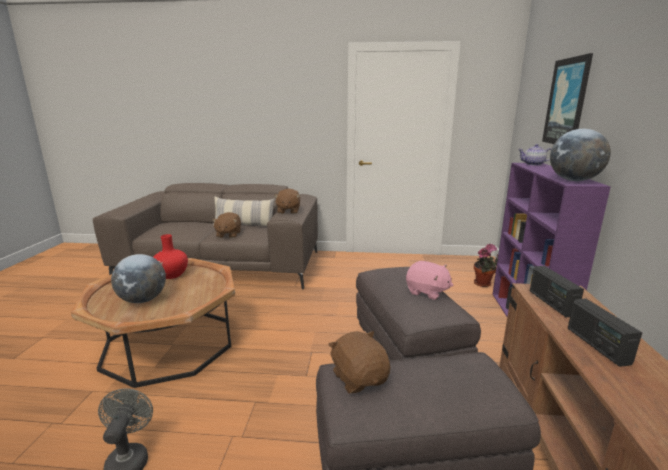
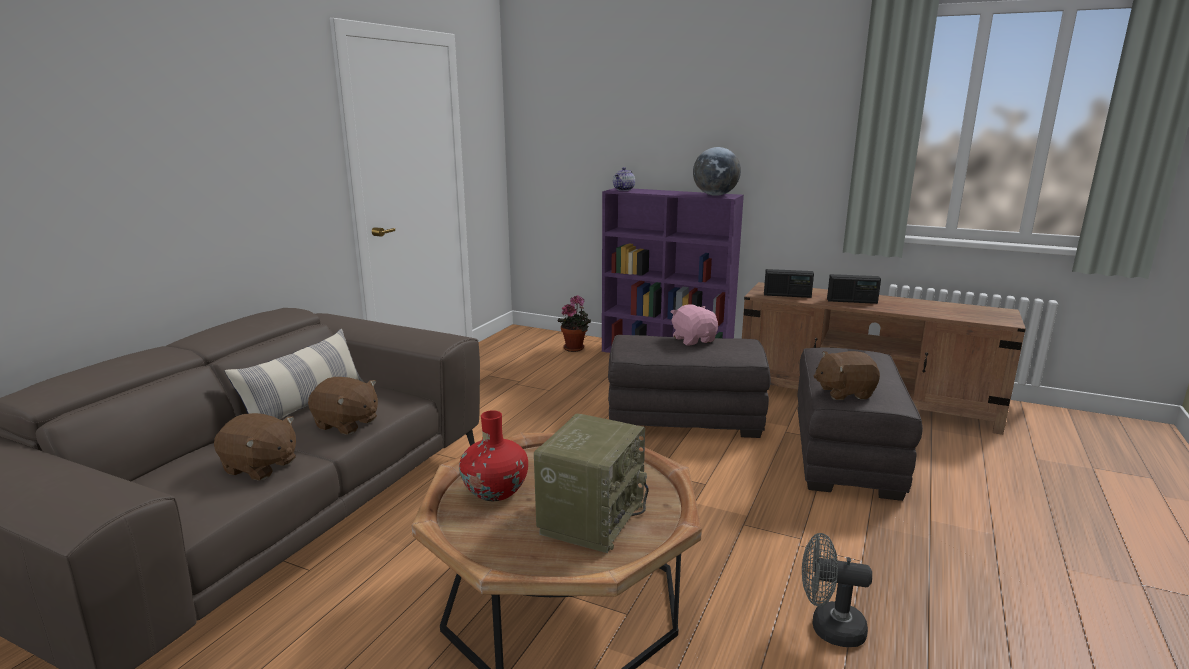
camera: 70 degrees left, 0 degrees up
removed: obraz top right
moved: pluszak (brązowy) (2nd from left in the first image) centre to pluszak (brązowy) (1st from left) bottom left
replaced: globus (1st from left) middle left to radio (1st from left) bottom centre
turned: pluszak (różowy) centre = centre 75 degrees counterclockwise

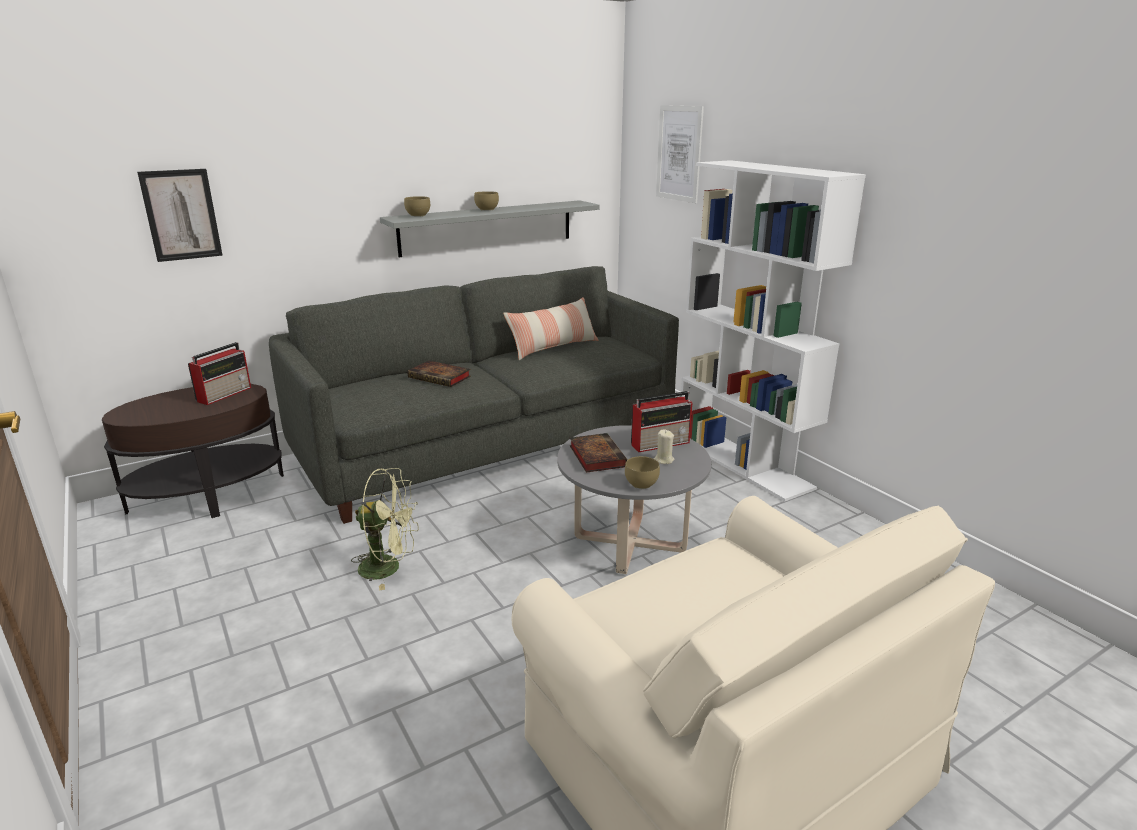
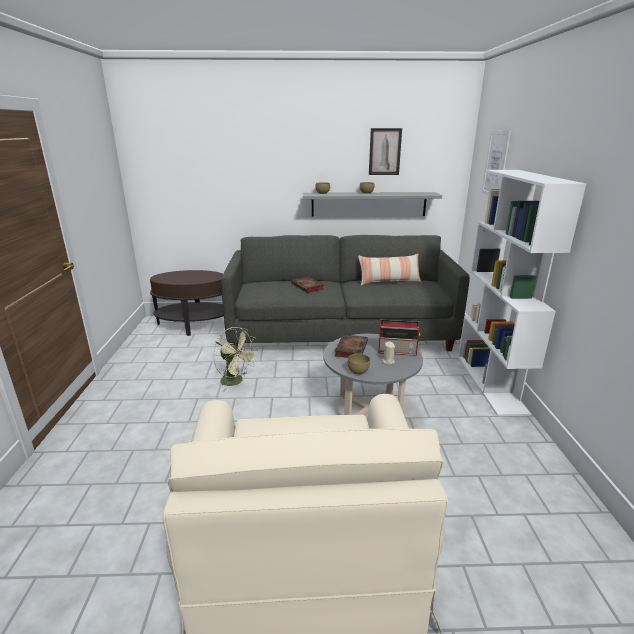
camera: 30 degrees right, 0 degrees up
removed: radio (1st from left) middle left
moved: obraz (1st from left) top left to top centre

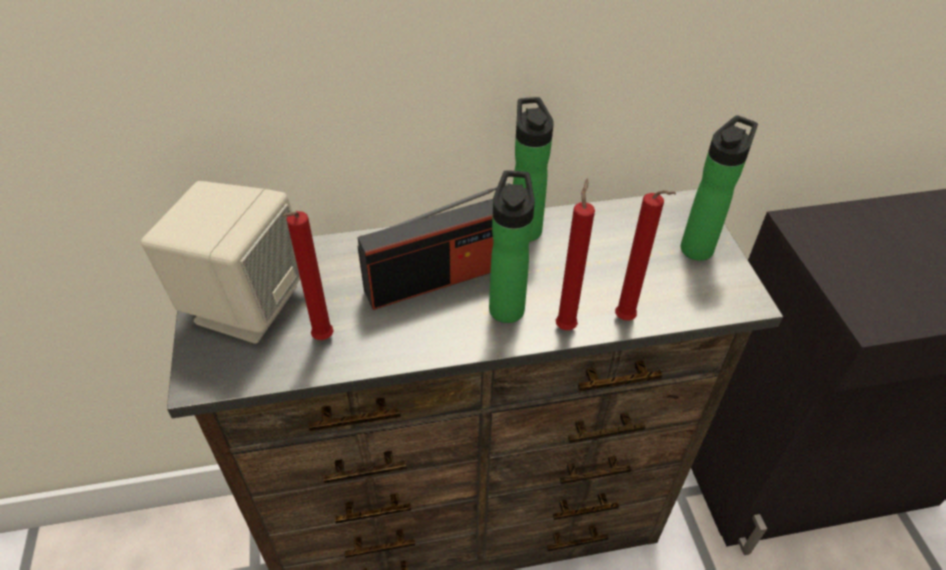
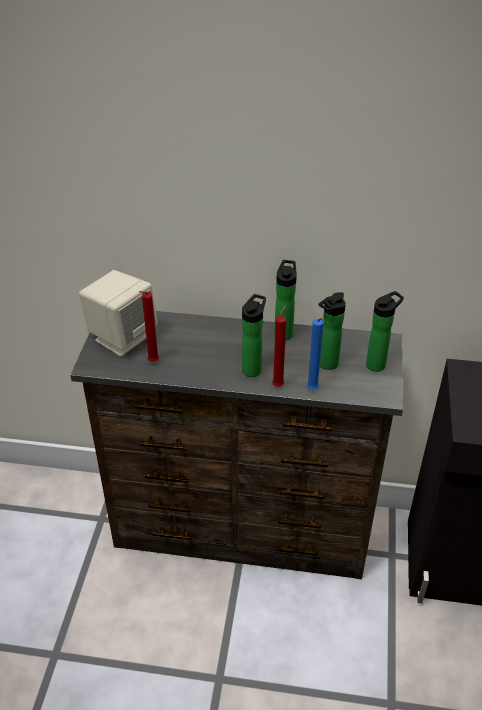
camera: 20 degrees right, 5 degrees down
removed: radio centre
added: butelka (3rd from left) middle right
recoloured: świeca (czerwony) (3rd from left) middle right to świeca (niebieski) centre

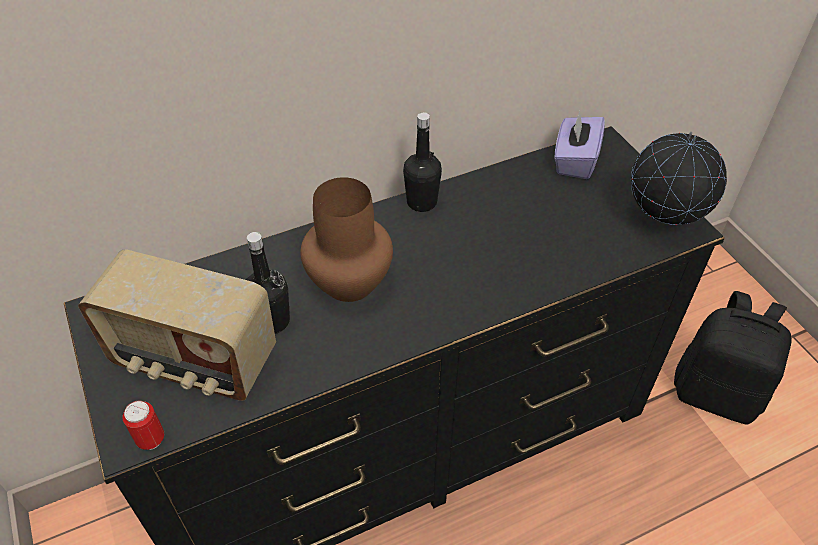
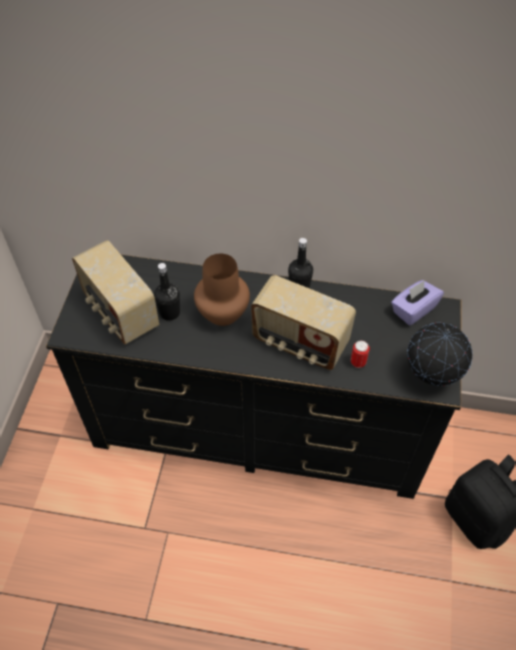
camera: 35 degrees right, 5 degrees up
added: radio (2nd from left) centre
moved: puszka bottom left to middle right

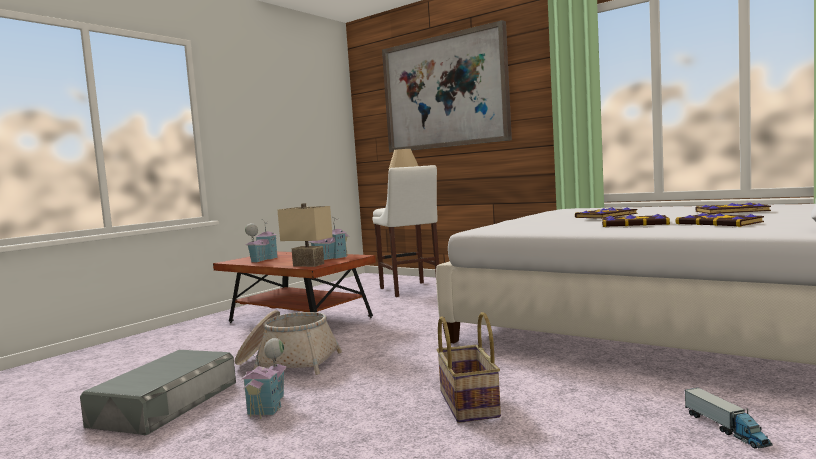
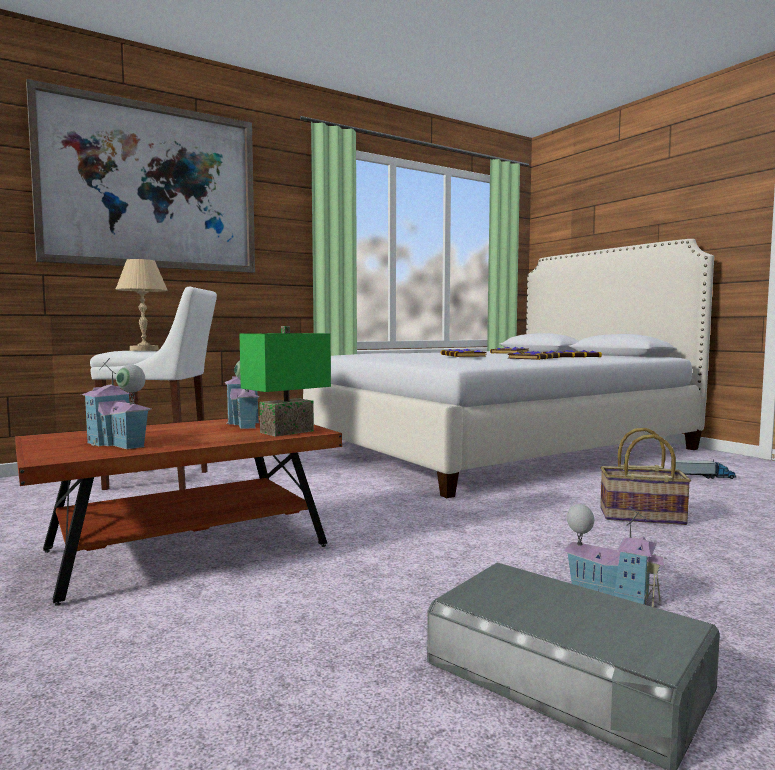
camera: 70 degrees left, 0 degrees up
removed: koszyk (1st from left) bottom centre
recoloured: lampa stołowa (beżowy) (1st from left) centre to lampa stołowa (zielony) centre

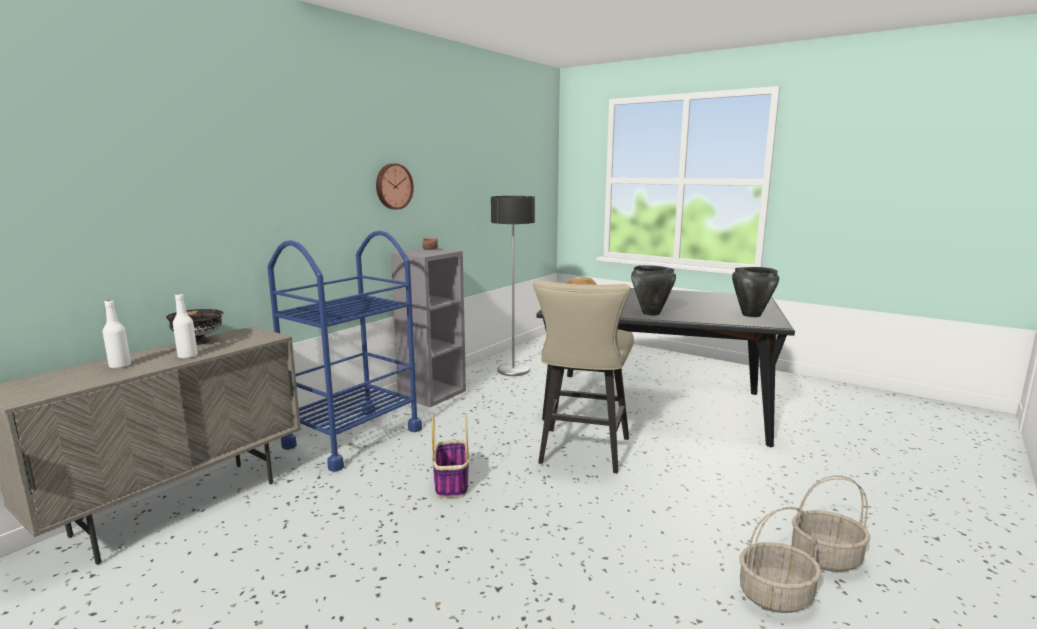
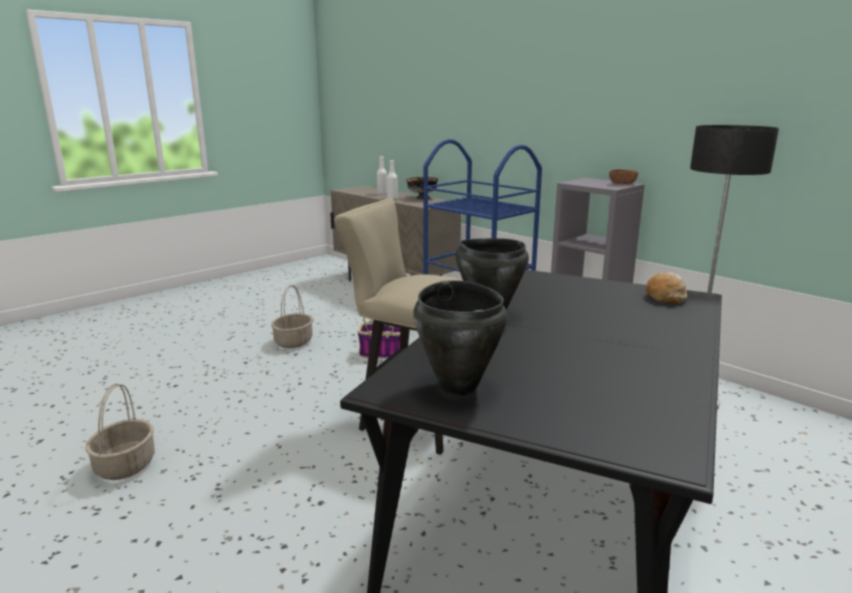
camera: 100 degrees right, 5 degrees up
removed: zegar ścienny top centre
moved: koszyk (3rd from left in the first image) bottom right to koszyk (2nd from left) centre

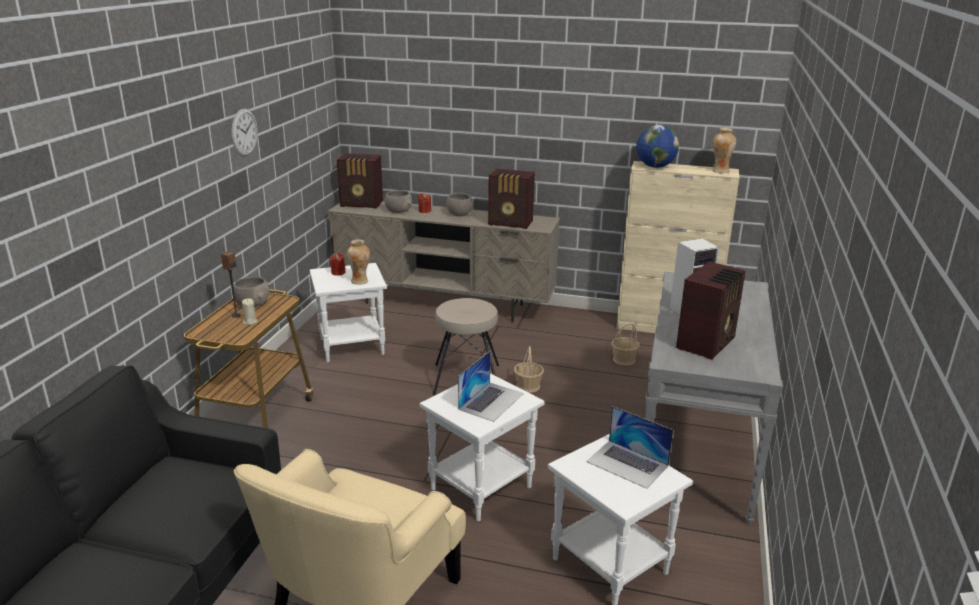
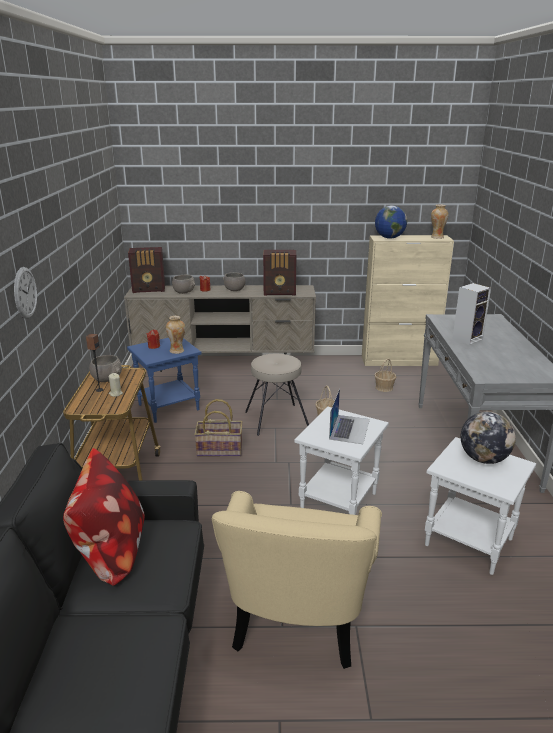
camera: 15 degrees left, 0 degrees up
removed: radio (3rd from left) middle right
added: poduszka bottom left; koszyk (1st from left) centre
moved: zegar ścienny top left to middle left
replaced: laptop (2nd from left) bottom centre to globus (2nd from left) middle right
recoloured: stolik (biały) (1st from left) centre to stolik (niebieski) middle left

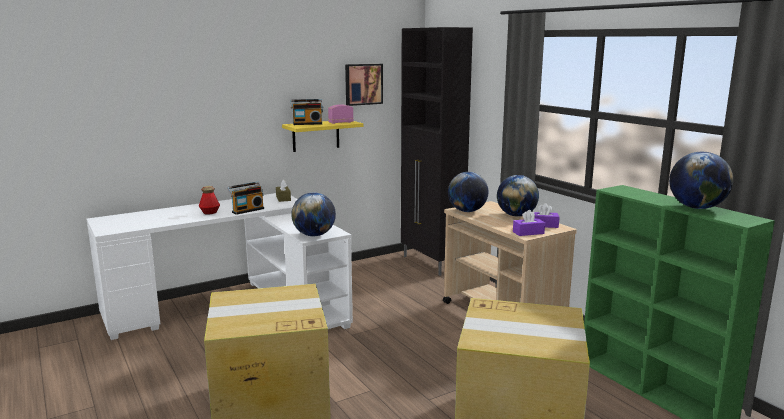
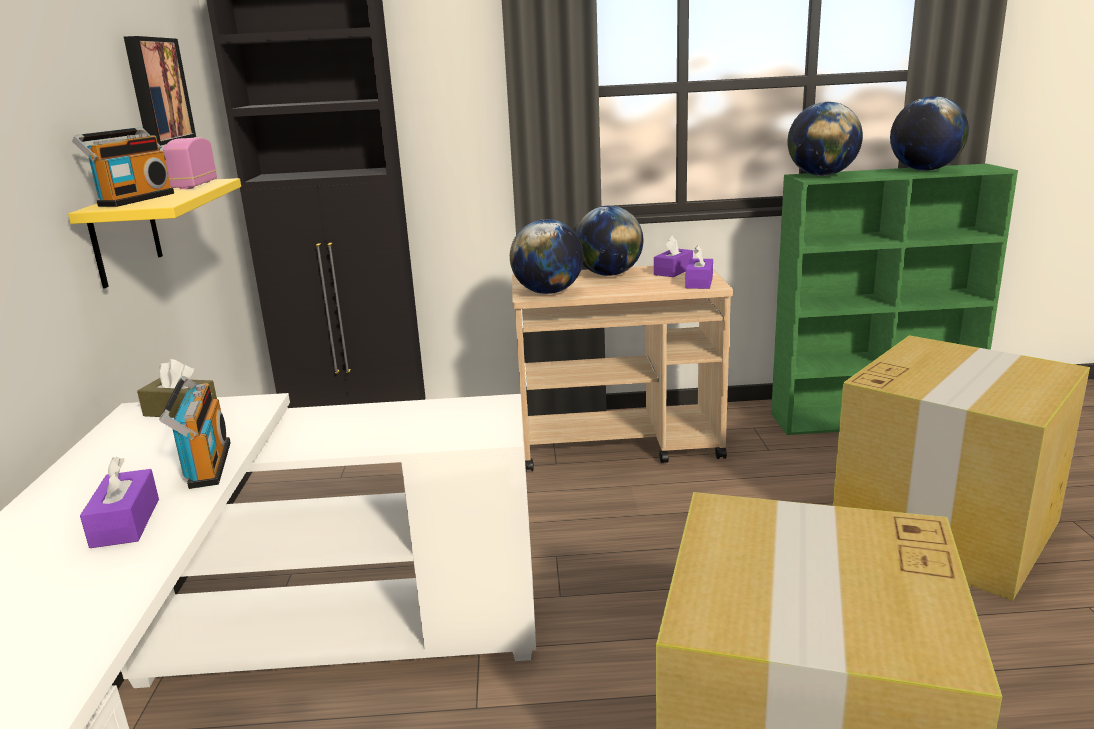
camera: 60 degrees left, 5 degrees up
moved: globus (1st from left in the first image) centre to globus (3rd from left) top right
replaced: butelka middle left to pudełko chusteczek (fioletowy) (1st from left) bottom left

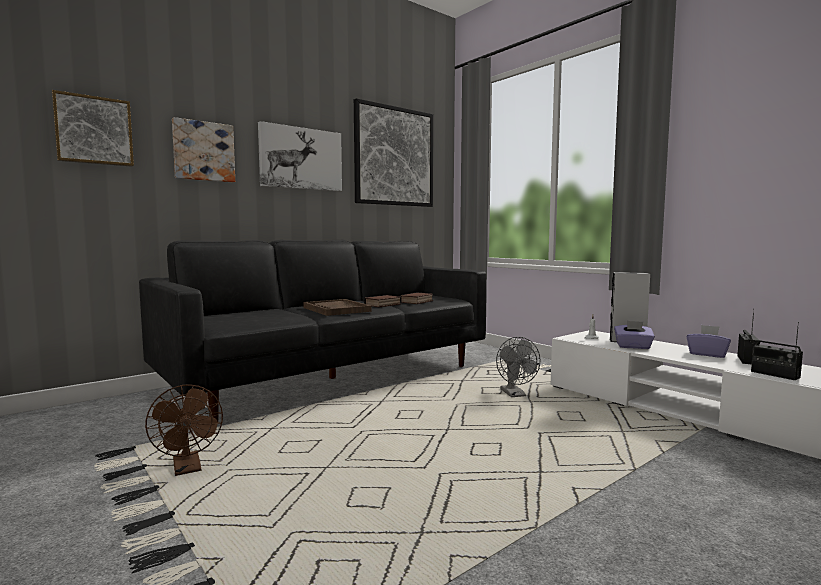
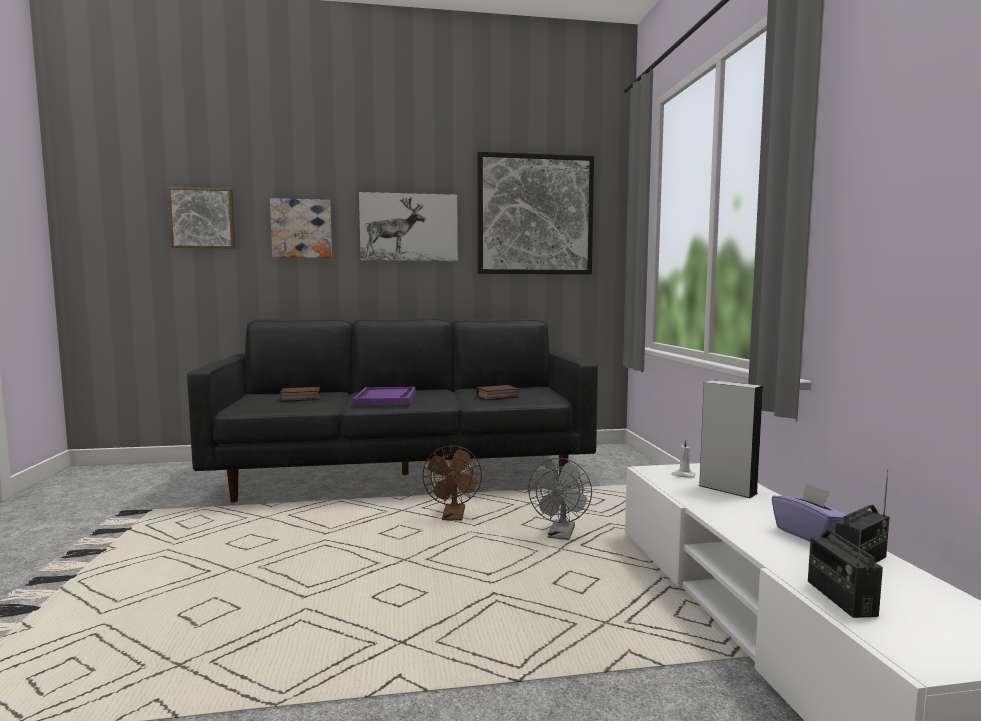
camera: 30 degrees right, 0 degrees up
removed: pudełko chusteczek (fioletowy) (1st from left) middle right
moved: wentylator (brązowy) bottom left to bottom centre; książka (1st from left) centre to middle left
recoloured: taca (brązowy) centre to taca (fioletowy) centre

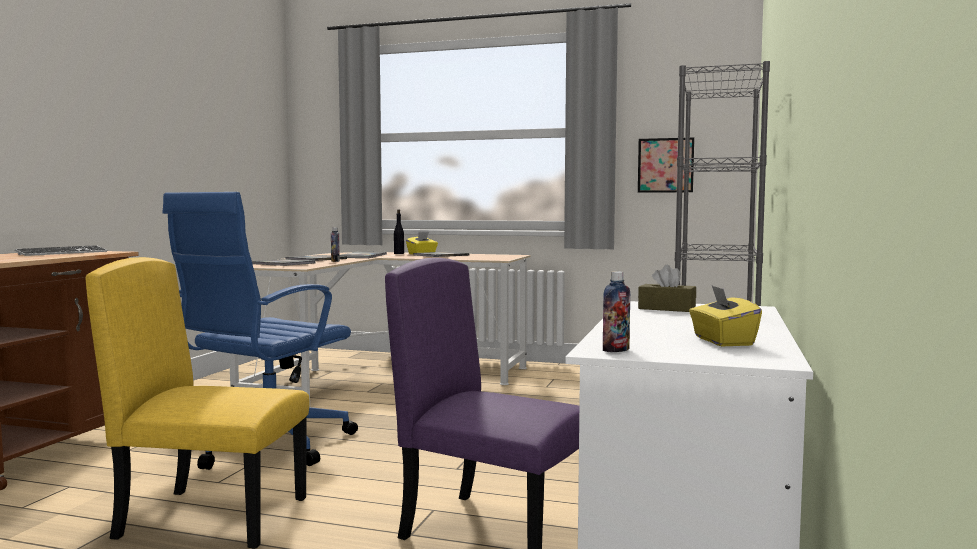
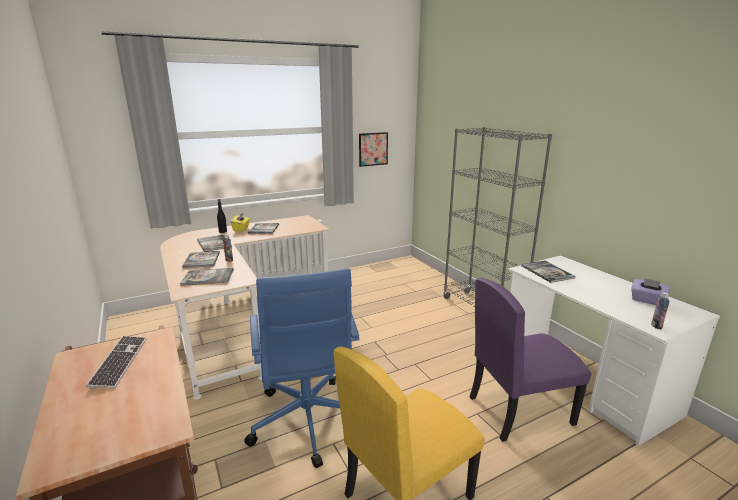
camera: 45 degrees left, 15 degrees up
replaced: pudełko chusteczek (brązowy) middle right to książka (5th from left) middle right
recoloured: pudełko chusteczek (żółty) (2nd from left) middle right to pudełko chusteczek (fioletowy) middle right

